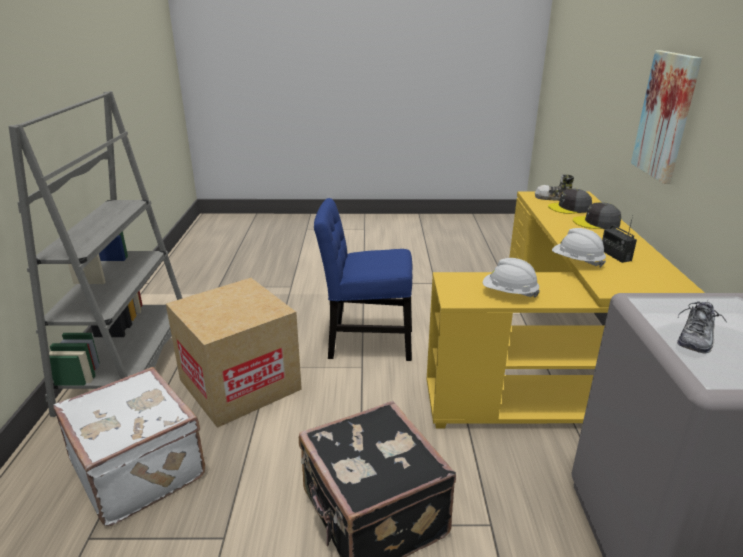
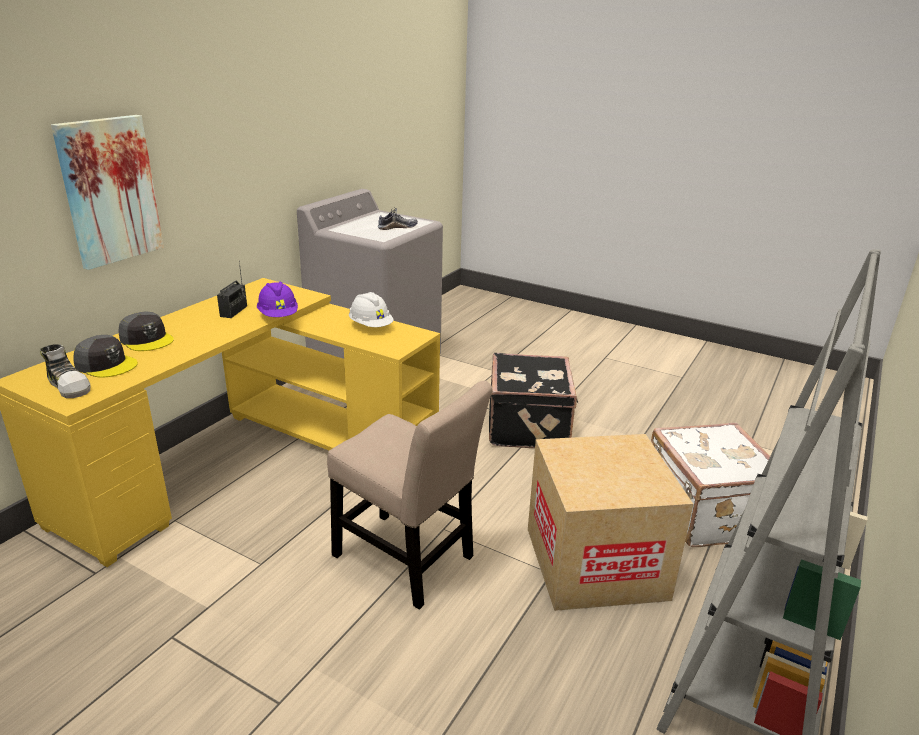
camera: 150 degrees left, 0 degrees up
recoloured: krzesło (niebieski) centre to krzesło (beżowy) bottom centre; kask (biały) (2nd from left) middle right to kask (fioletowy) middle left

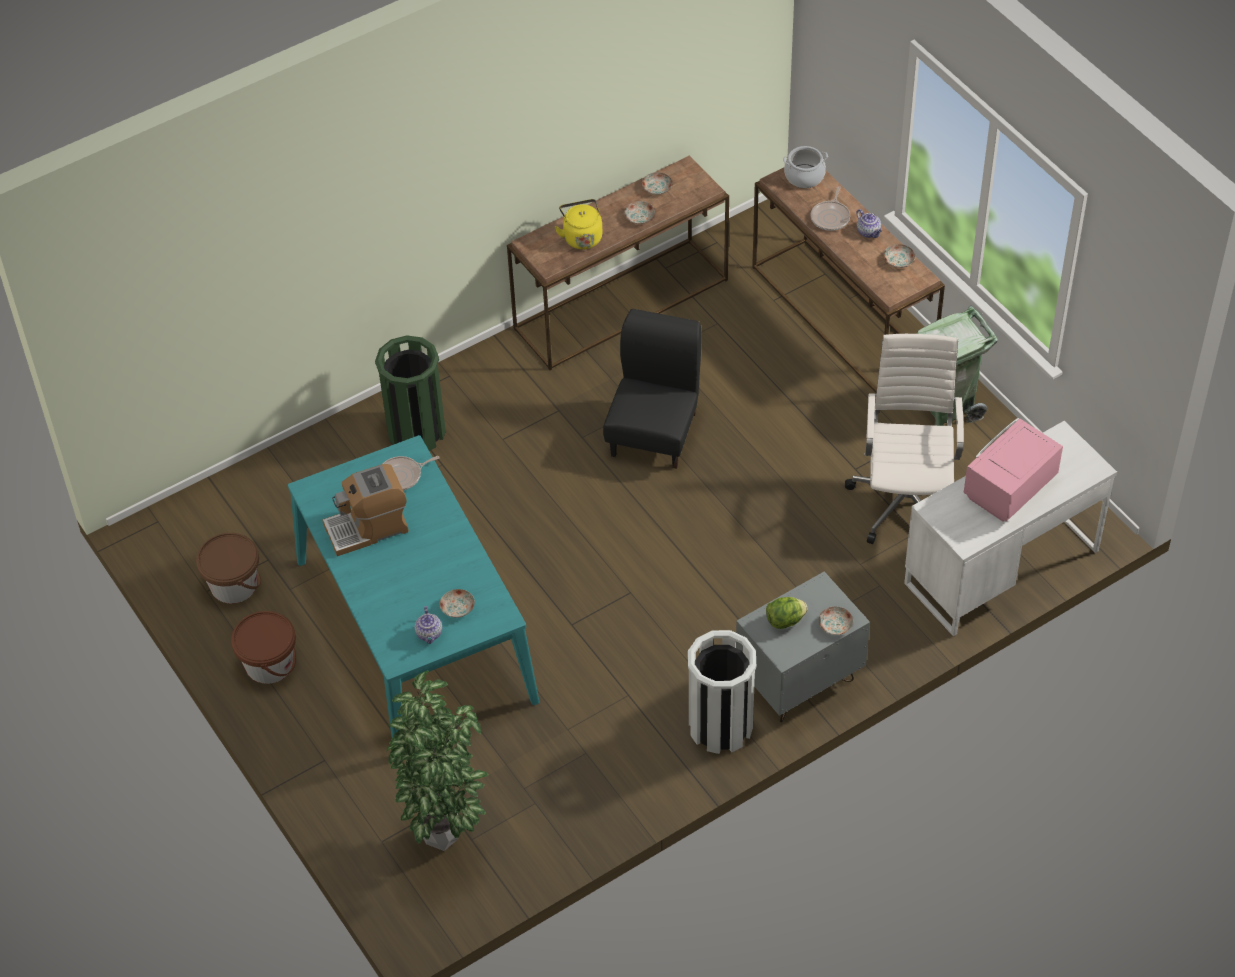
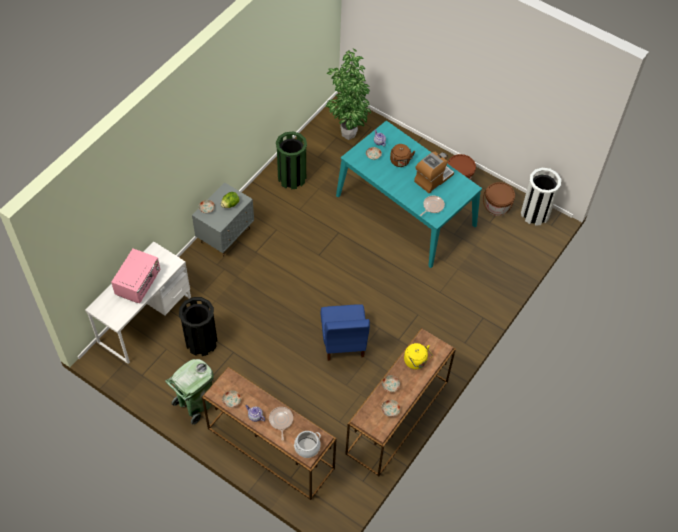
camera: 155 degrees right, 5 degrees up
added: czajnik (brązowy) top centre
moved: kosz na śmieci (zielony) (1st from left in the first image) middle left to kosz na śmieci (zielony) (2nd from left) top centre; kosz na śmieci (biały) bottom centre to middle right
replaced: krzesło biurowe (biały) middle right to kosz na śmieci (czarny) middle left
recoloured: krzesło (czarny) centre to krzesło (niebieski) centre

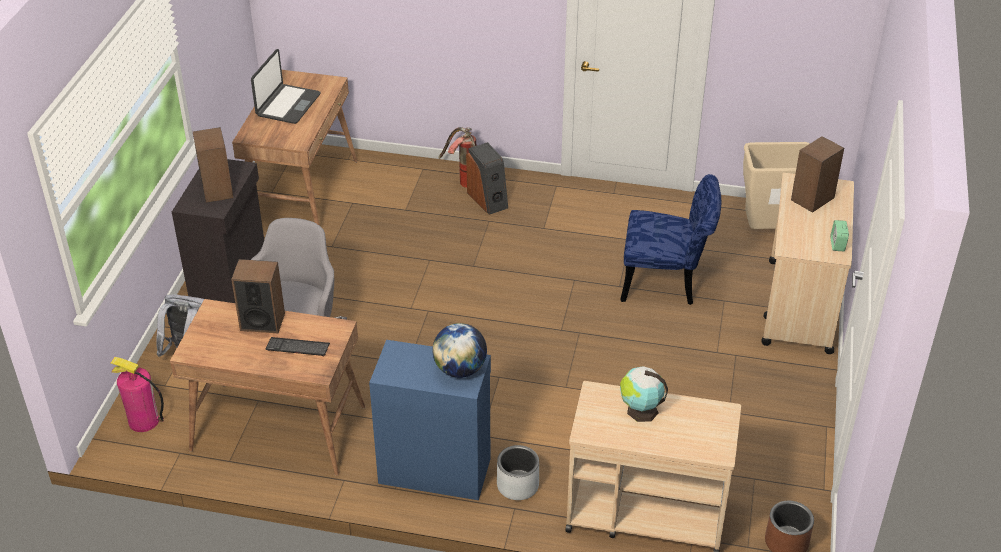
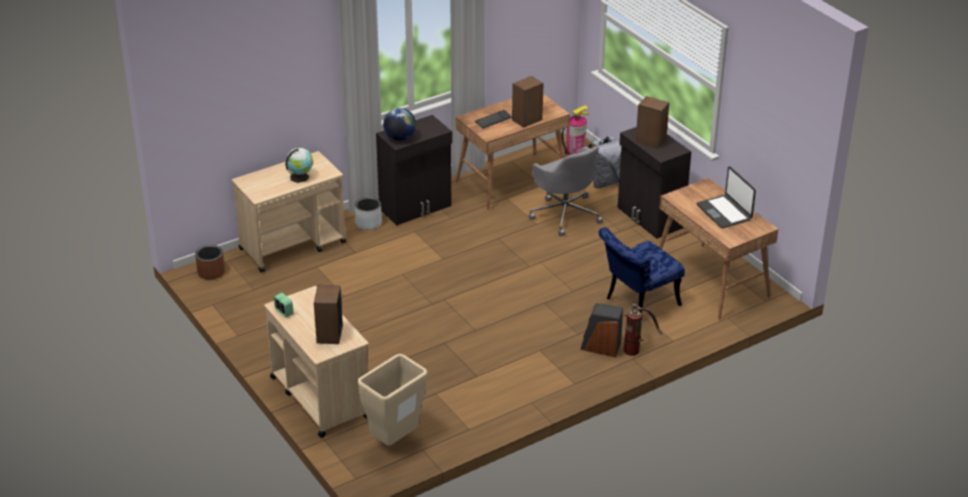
camera: 135 degrees right, 5 degrees down
moved: krzesło (niebieski) middle right to centre
recoloured: szafka (niebieski) bottom centre to szafka (czarny) (1st from left) centre

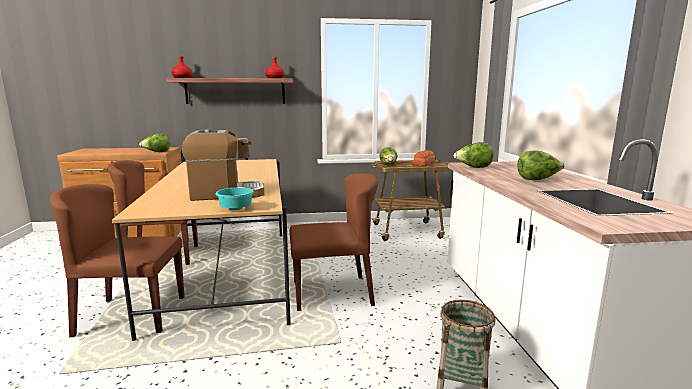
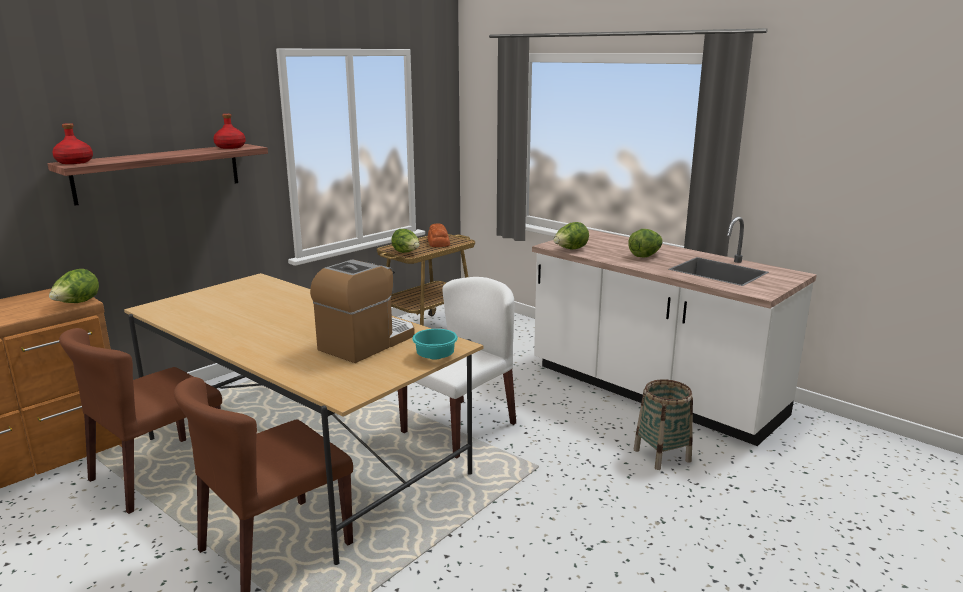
camera: 40 degrees left, 5 degrees up
recoloured: krzesło (brązowy) (3rd from left) centre to krzesło (biały) centre

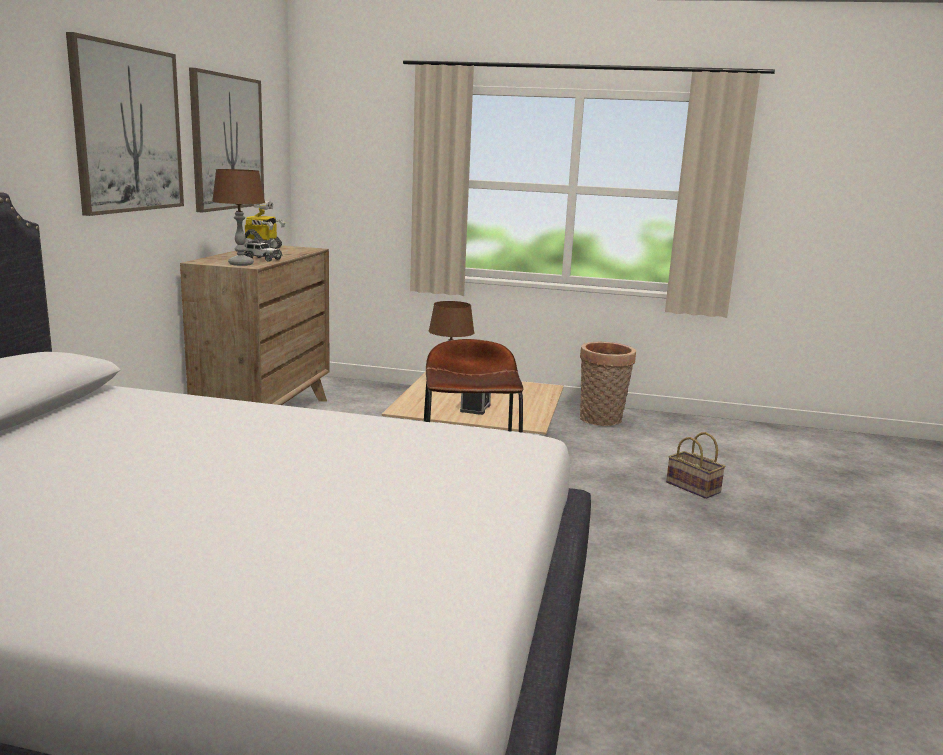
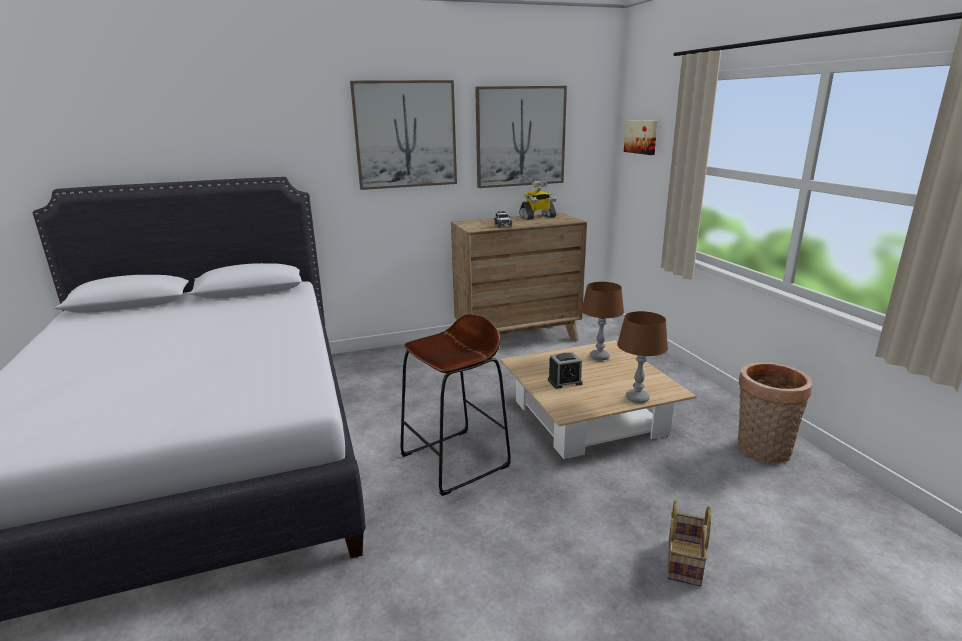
camera: 60 degrees right, 5 degrees up
added: obraz (3rd from left) top centre
moved: lampa stołowa (brązowy) (1st from left in the first image) top left to lampa stołowa (brązowy) (2nd from left) middle right

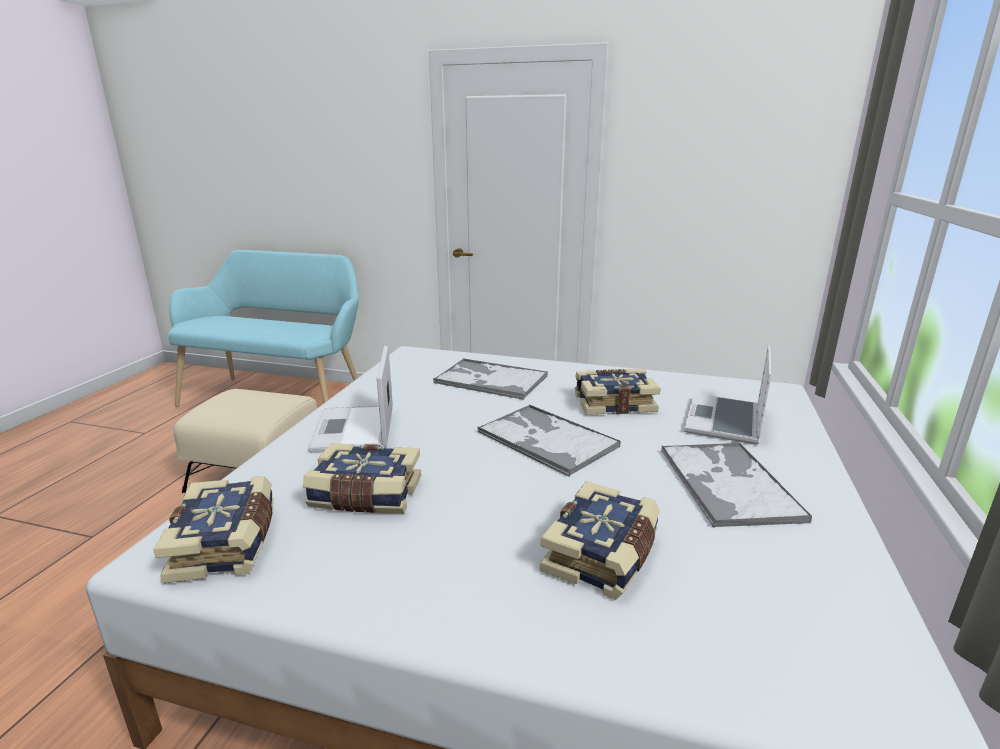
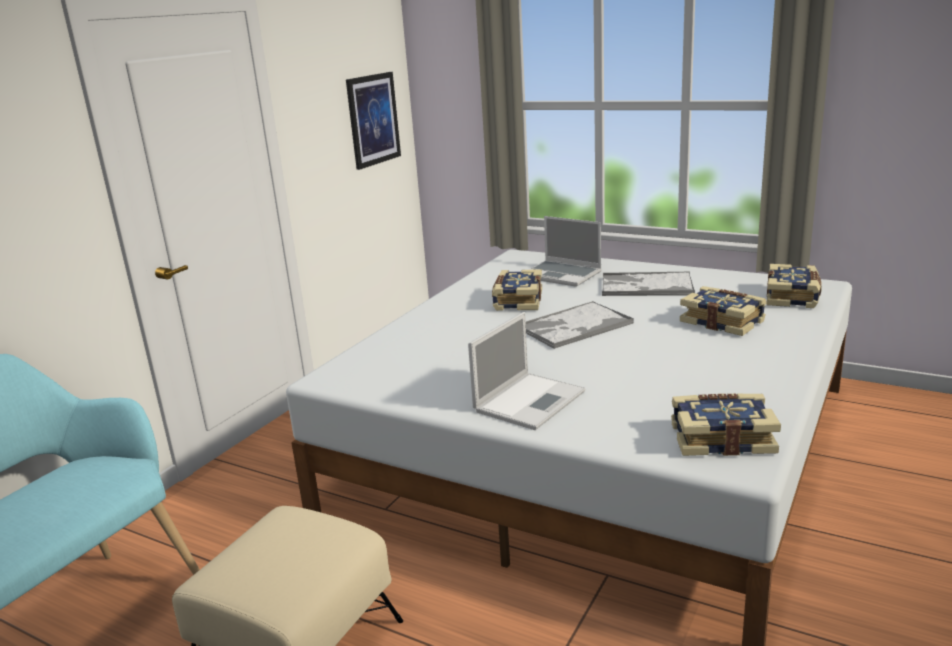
camera: 75 degrees left, 0 degrees up
removed: taca (1st from left) centre
added: obraz top centre
moved: książka (2nd from left in the first image) centre to książka (4th from left) middle right
turned: laptop (1st from left) centre = centre 60 degrees counterclockwise

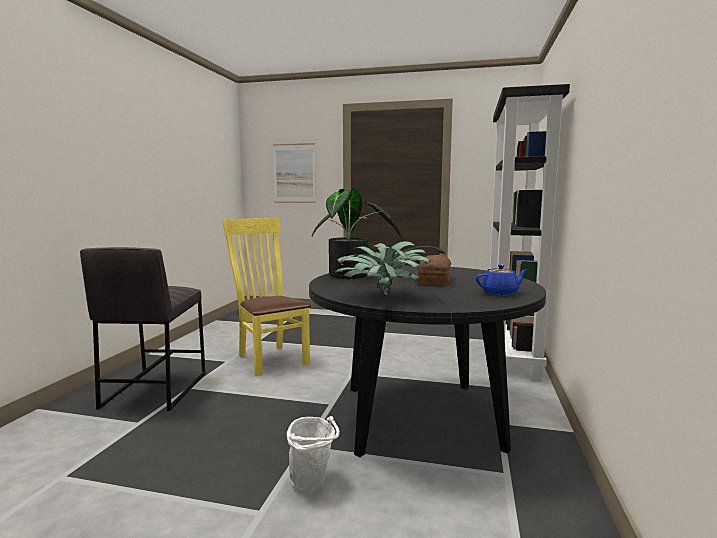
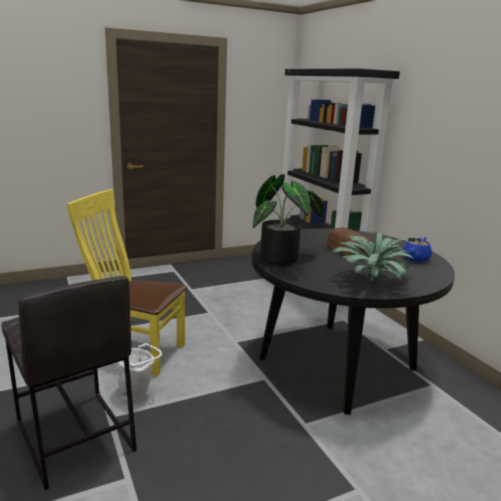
camera: 40 degrees left, 10 degrees up
removed: obraz top centre
moved: wiadro (biały) bottom centre to bottom left

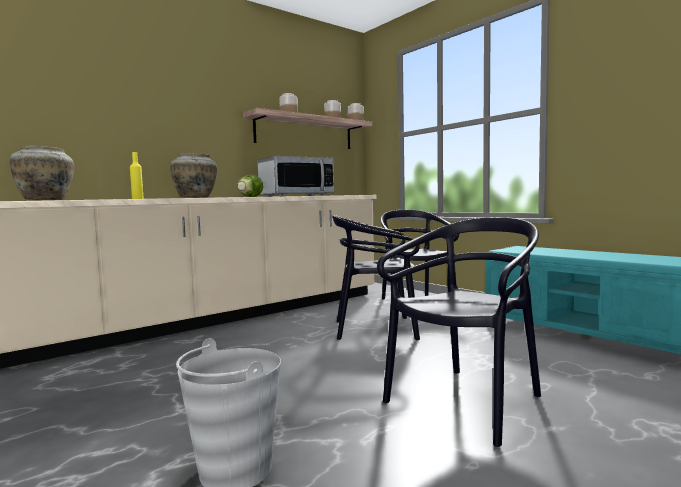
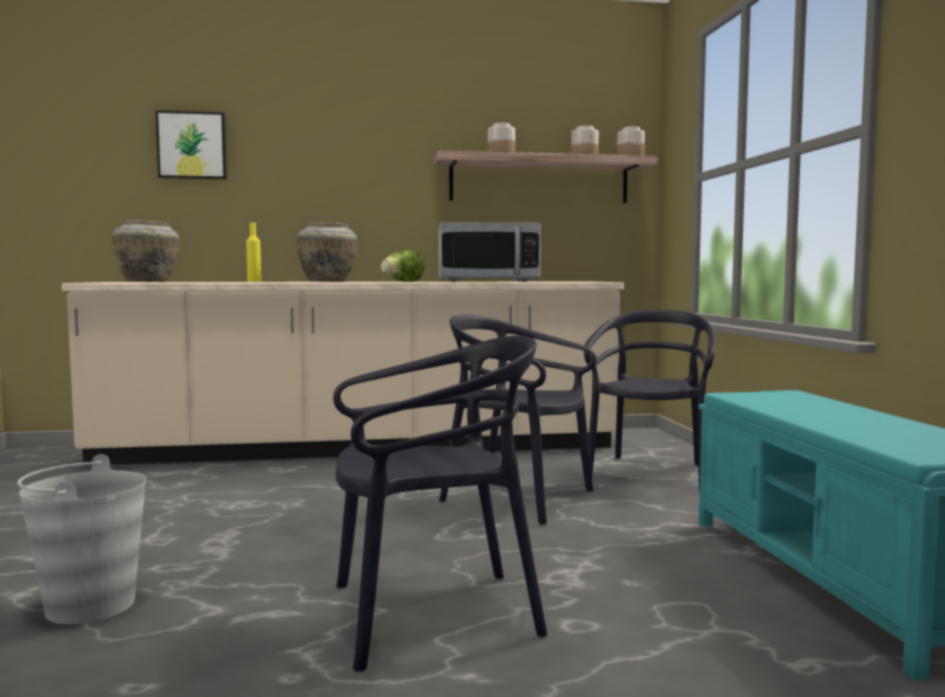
camera: 30 degrees right, 0 degrees up
added: obraz top left

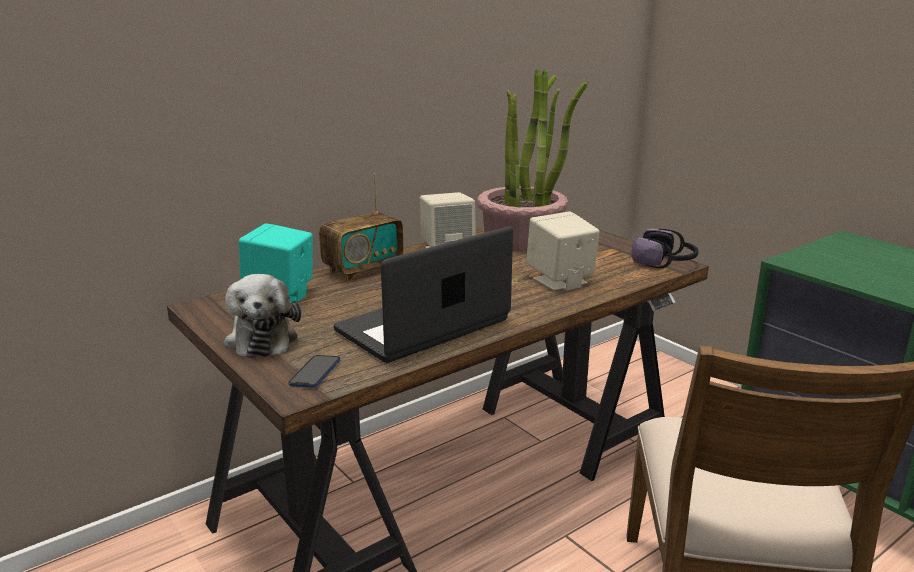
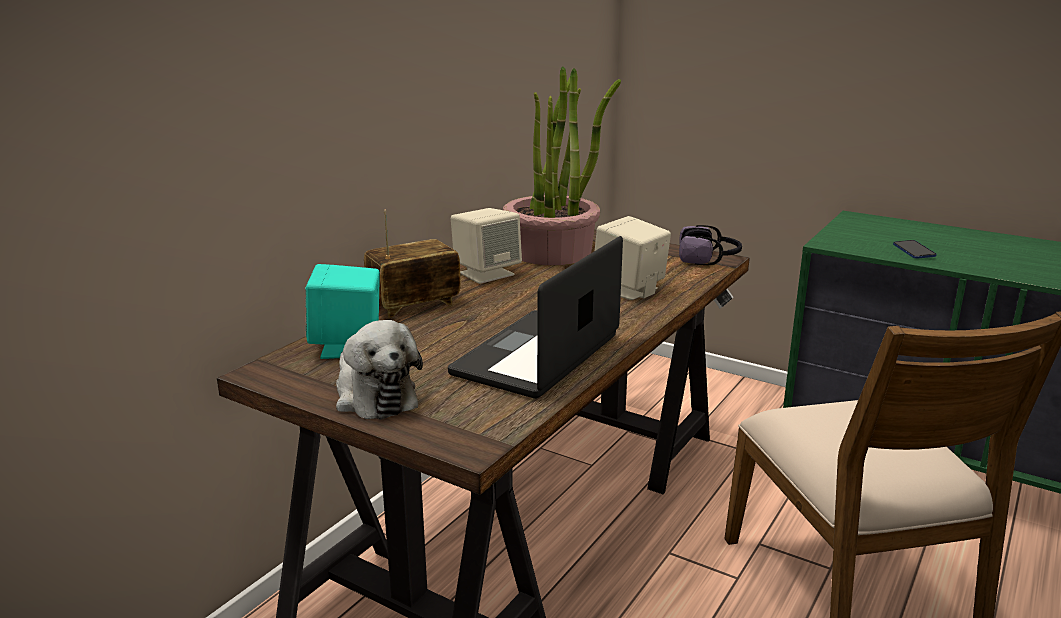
camera: 20 degrees left, 0 degrees up
moved: telefon centre to middle right
turned: radio centre = centre 150 degrees counterclockwise

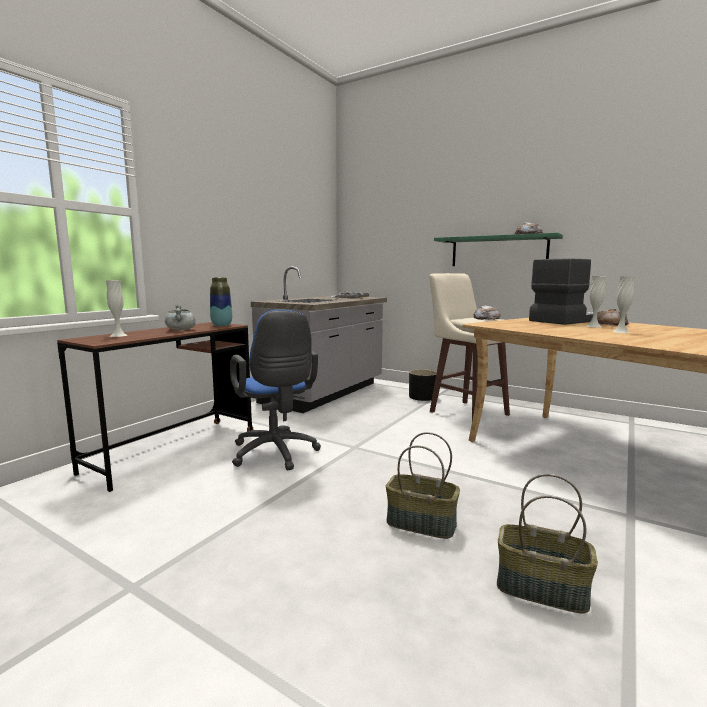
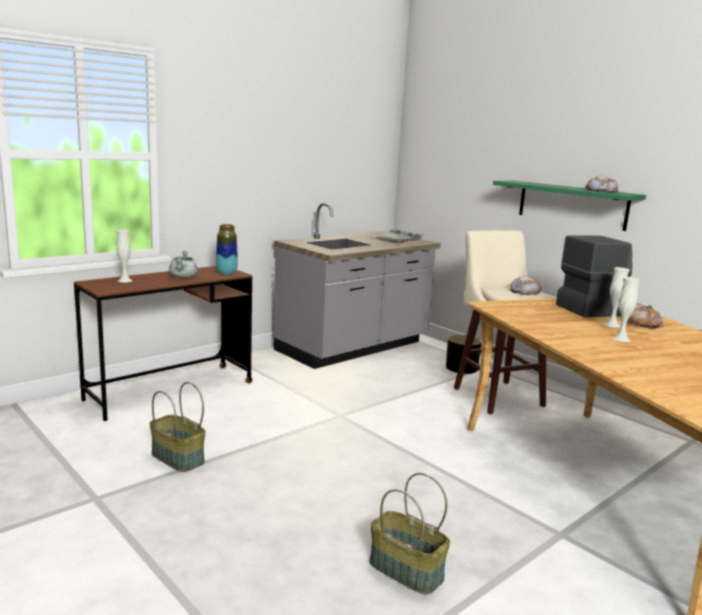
camera: 15 degrees right, 5 degrees up
removed: krzesło biurowe (niebieski) centre
moved: koszyk (1st from left) bottom centre to bottom left

